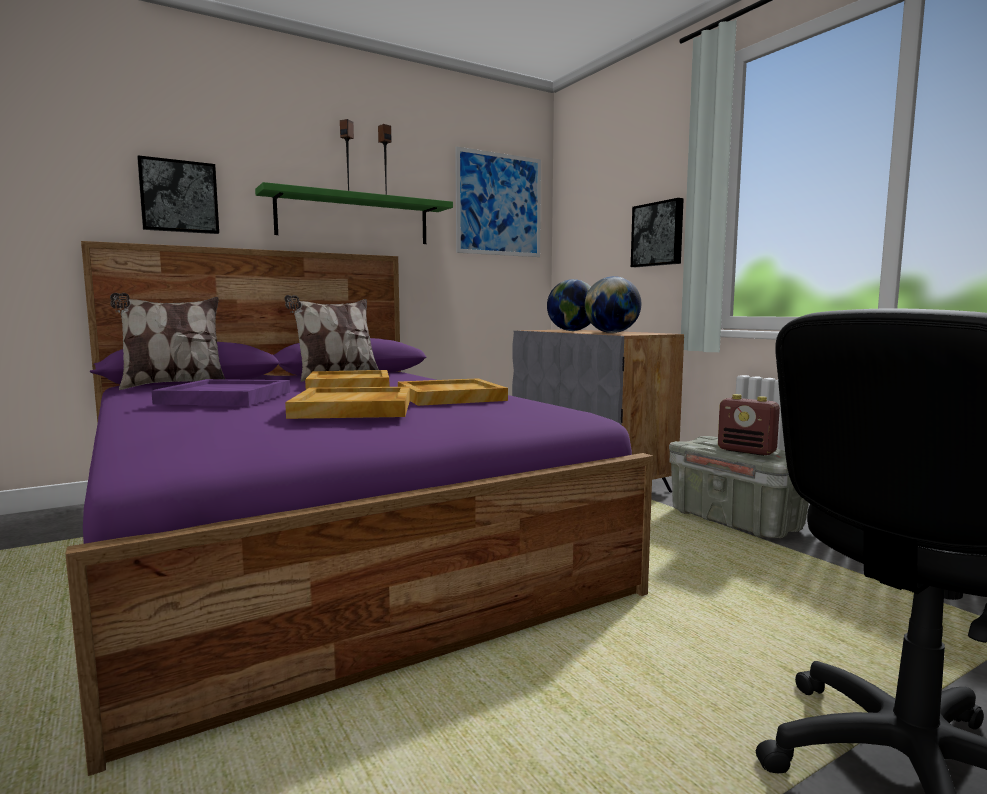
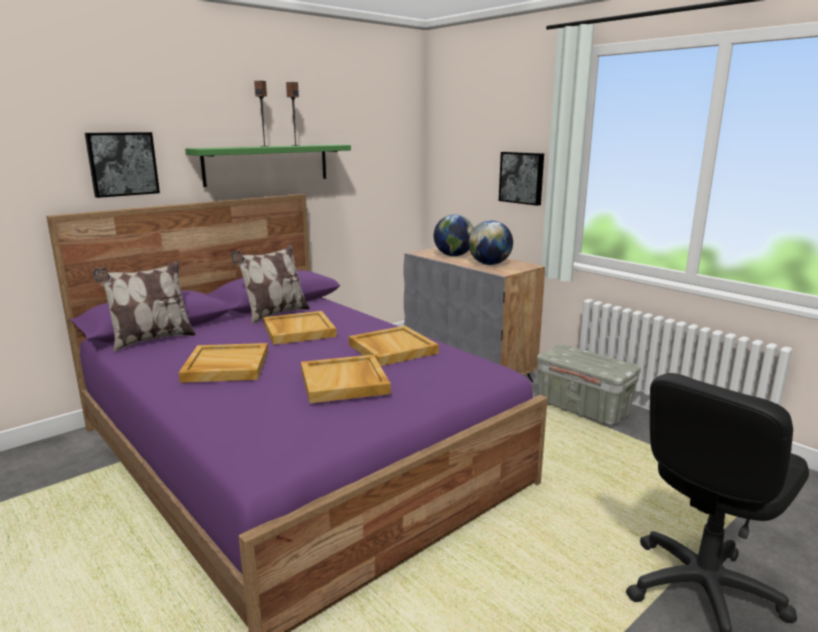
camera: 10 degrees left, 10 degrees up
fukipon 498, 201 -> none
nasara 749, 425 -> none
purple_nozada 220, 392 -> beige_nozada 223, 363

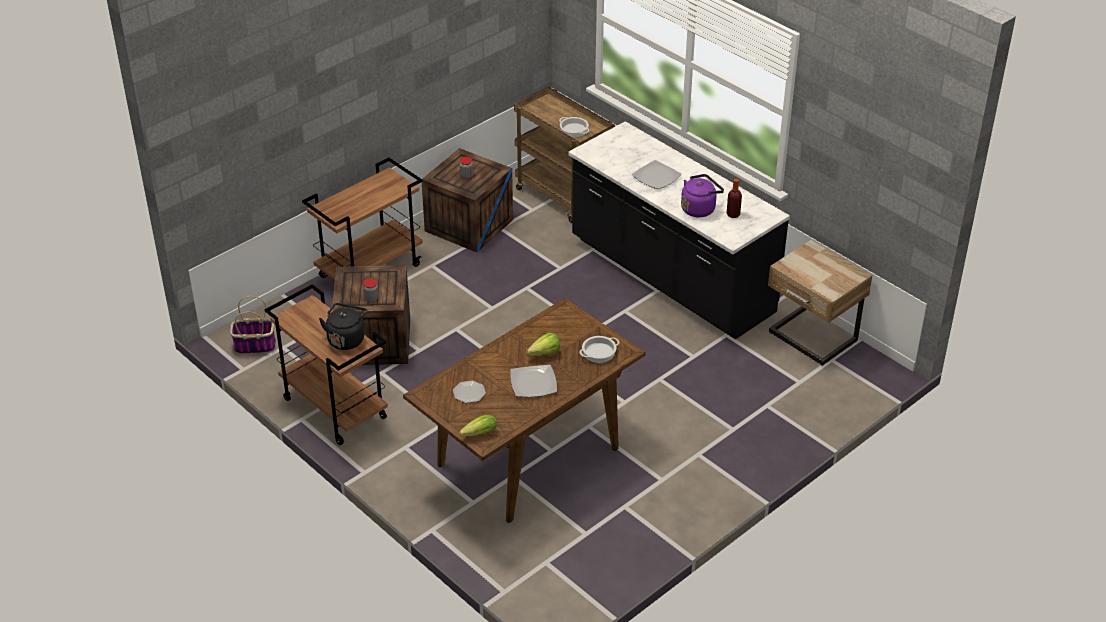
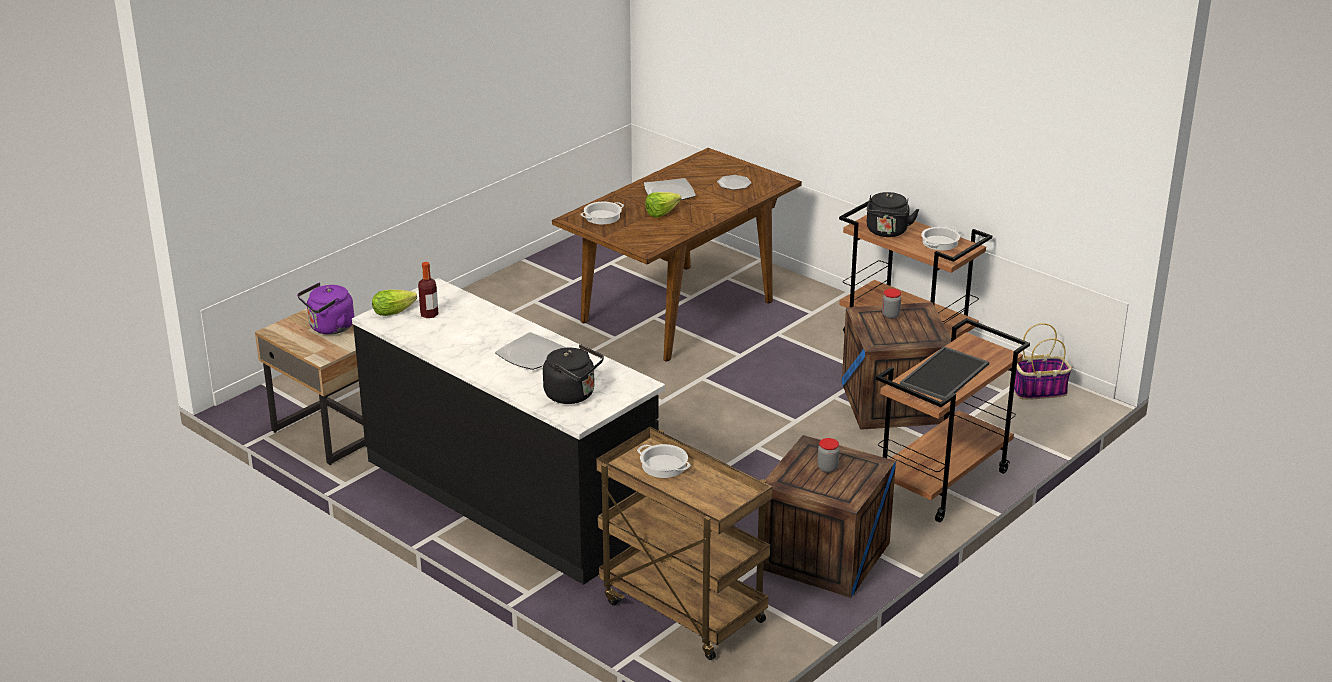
camera: 175 degrees right, 10 degrees down
none -> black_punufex 573, 374
none -> nozada 944, 373
none -> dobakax 940, 238
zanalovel 478, 425 -> zanalovel 394, 303, relocated
purple_punufex 702, 195 -> purple_punufex 325, 308, relocated

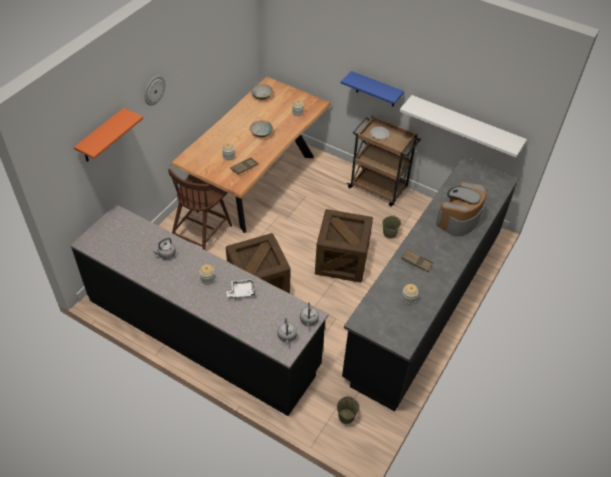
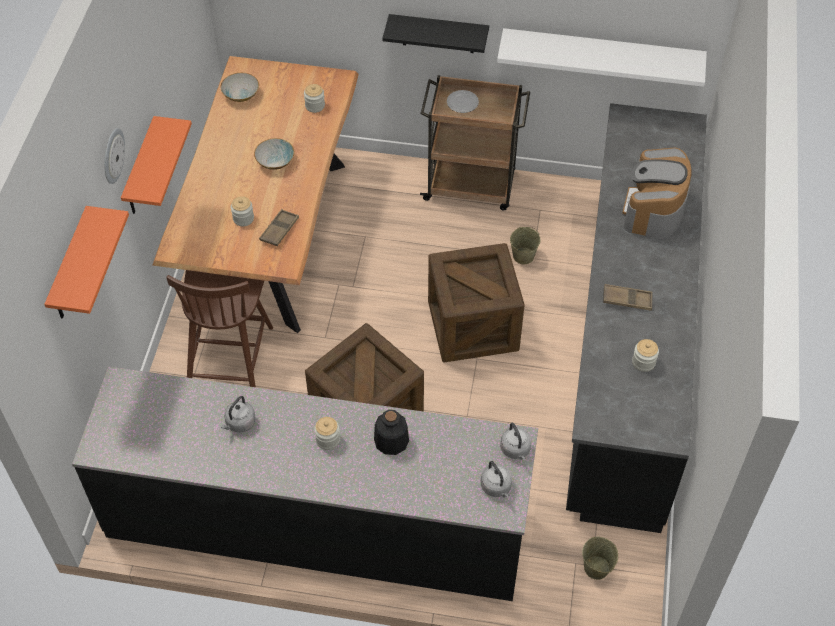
camera: 20 degrees left, 5 degrees up
none -> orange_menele 156, 165
white_nozada 240, 288 -> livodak 391, 432
blue_menele 372, 89 -> black_menele 435, 33

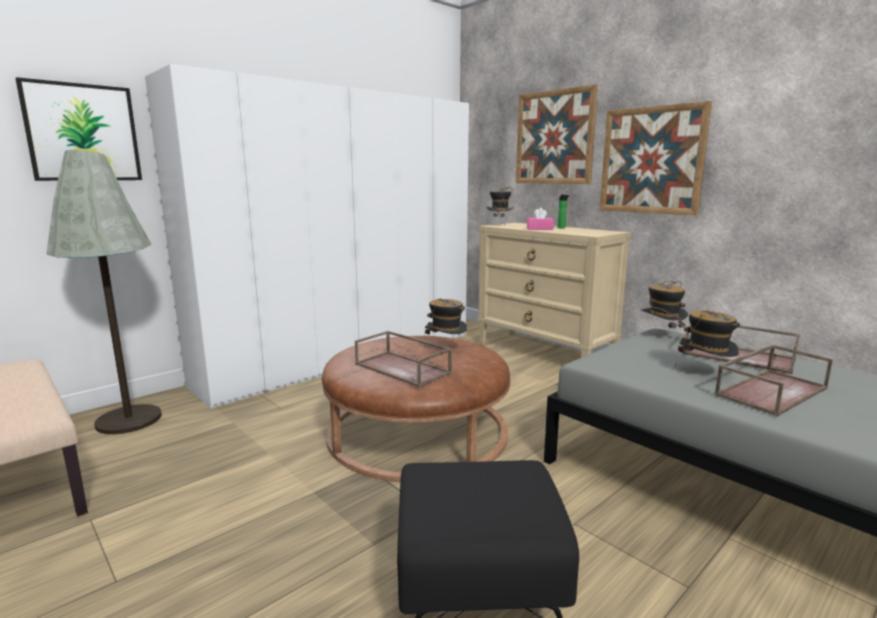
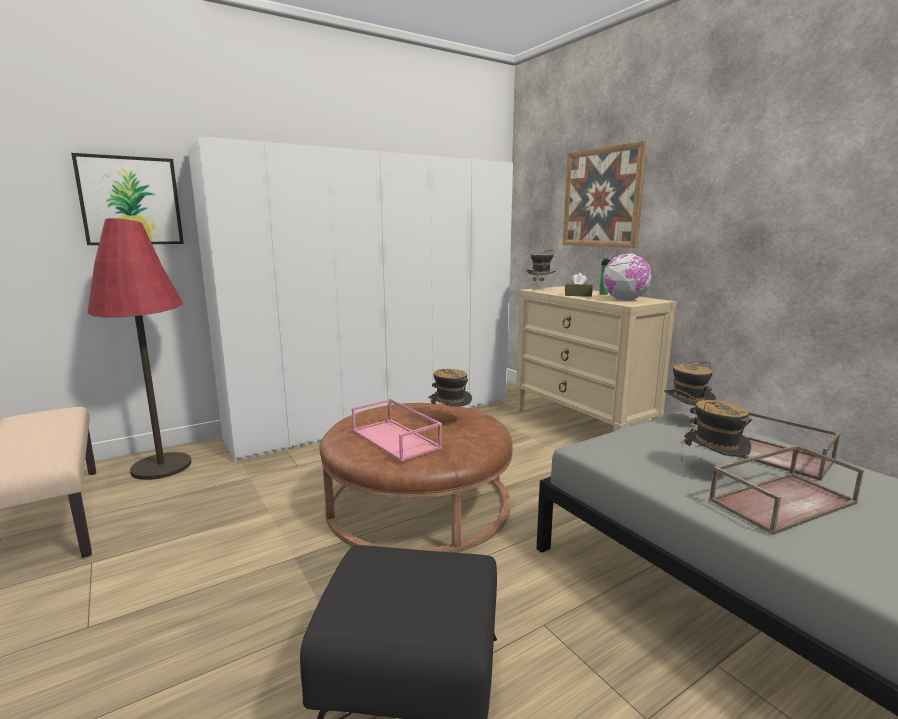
camera: 10 degrees right, 0 degrees up
fukipon 655, 158 -> none
none -> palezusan 627, 276
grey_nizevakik 104, 292 -> red_nizevakik 139, 349
brown_nozada 403, 359 -> pink_nozada 397, 430
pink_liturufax 540, 219 -> brown_liturufax 579, 285

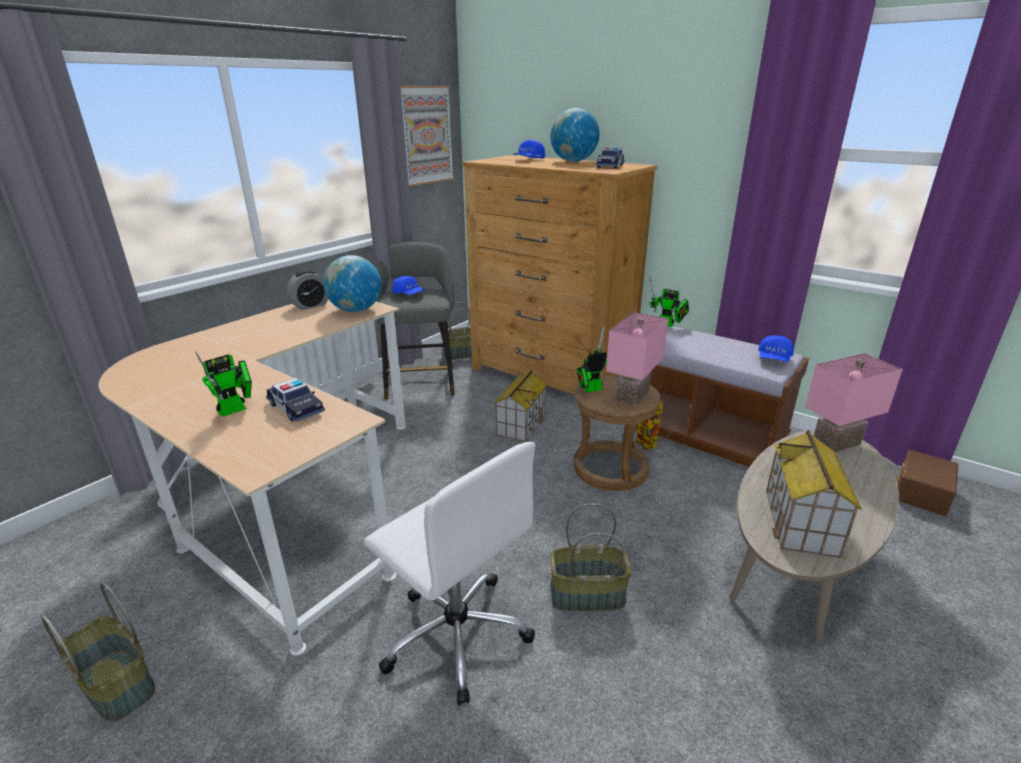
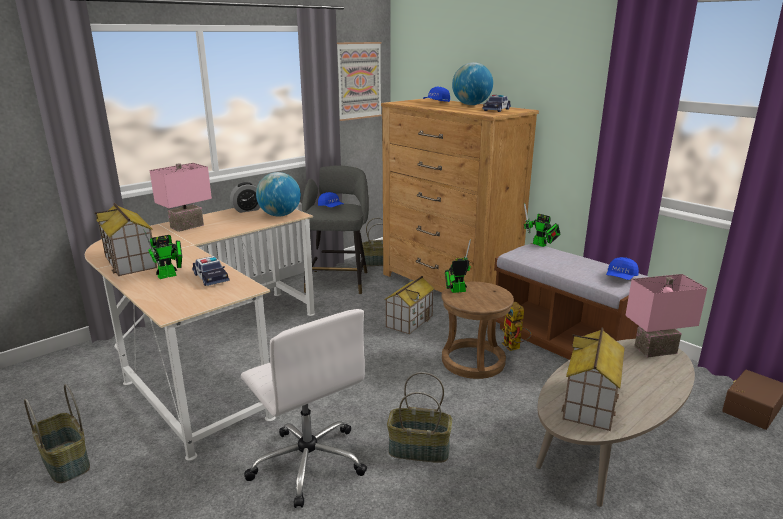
camera: 10 degrees right, 5 degrees down
none -> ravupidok 126, 239
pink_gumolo 637, 359 -> pink_gumolo 180, 197, relocated

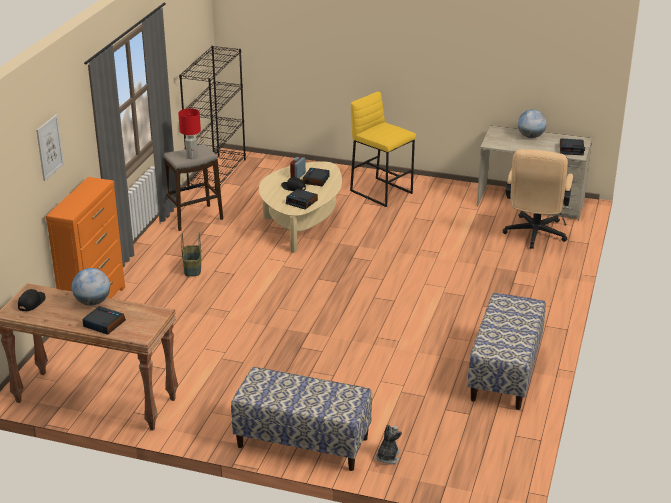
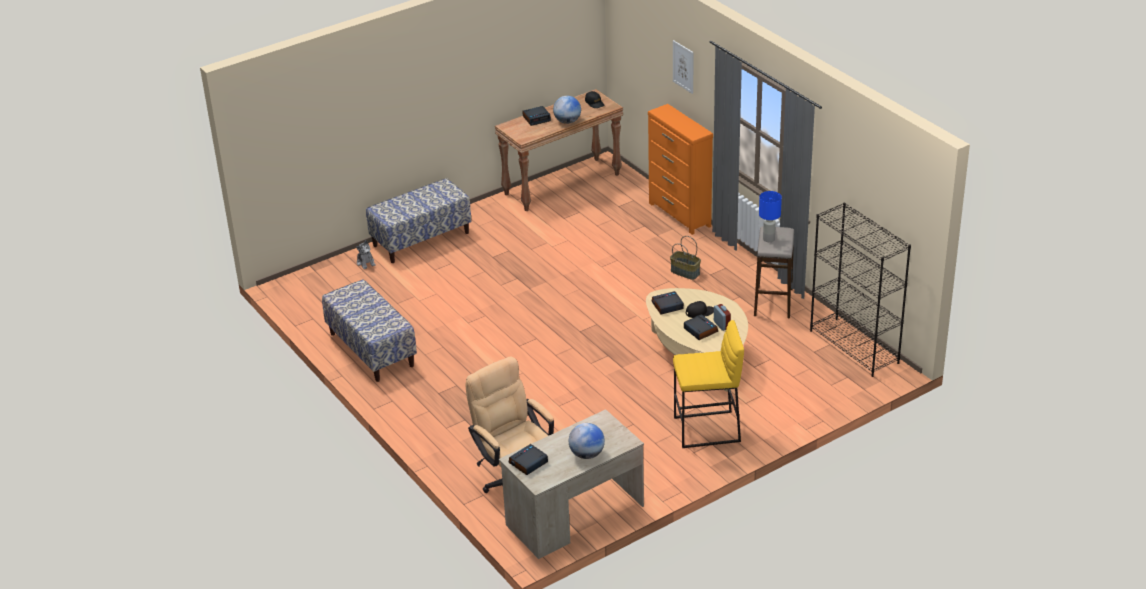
camera: 130 degrees right, 5 degrees up
red_gumolo 189, 133 -> blue_gumolo 770, 216

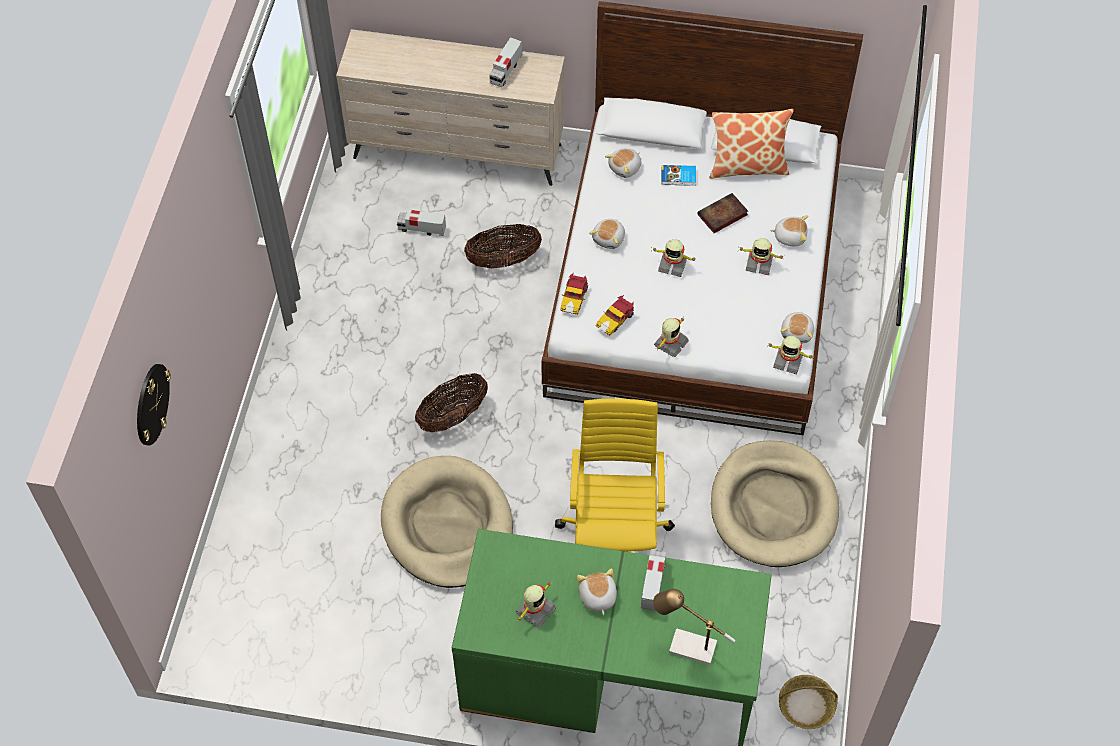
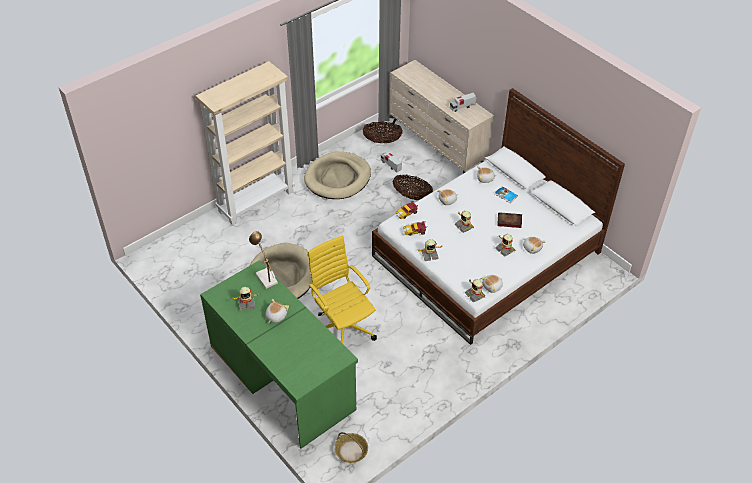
camera: 40 degrees right, 10 degrees down
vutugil 154, 404 -> none
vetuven 653, 580 -> none
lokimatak 751, 144 -> none
none -> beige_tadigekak 245, 143
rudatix 451, 403 -> rudatix 383, 132, relocated
gumolo 694, 627 -> gumolo 263, 260, relocated
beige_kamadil 775, 503 -> beige_kamadil 337, 175, relocated
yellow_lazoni 615, 476 -> yellow_lazoni 342, 289, 75 degrees counterclockwise

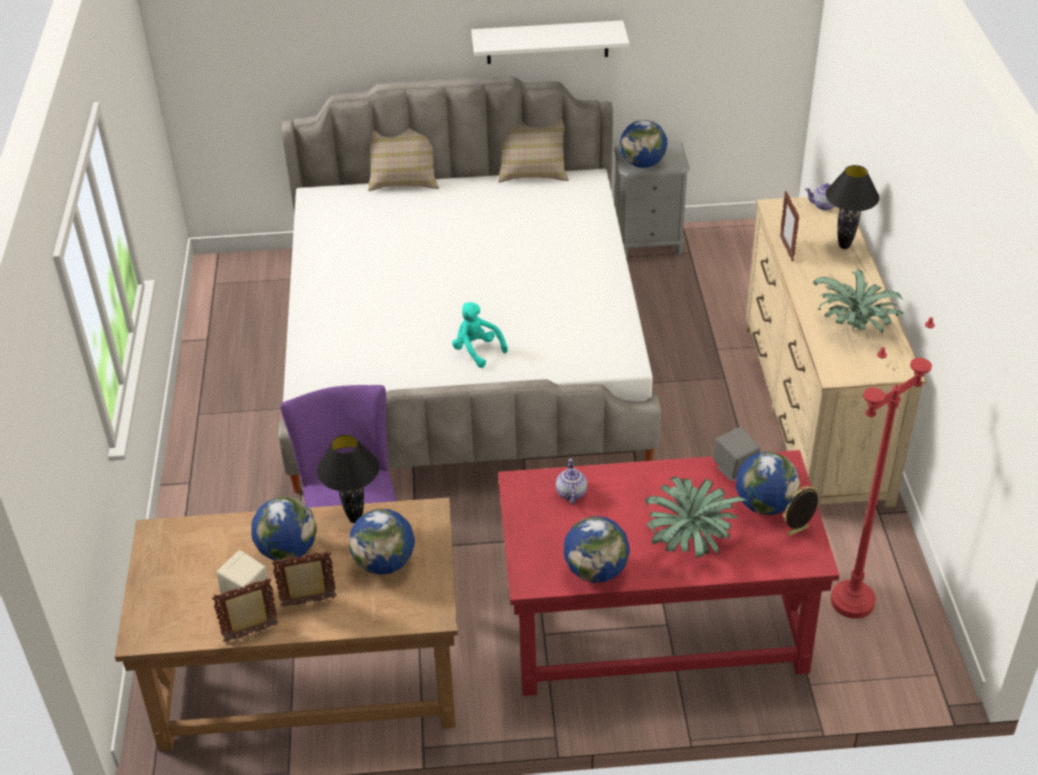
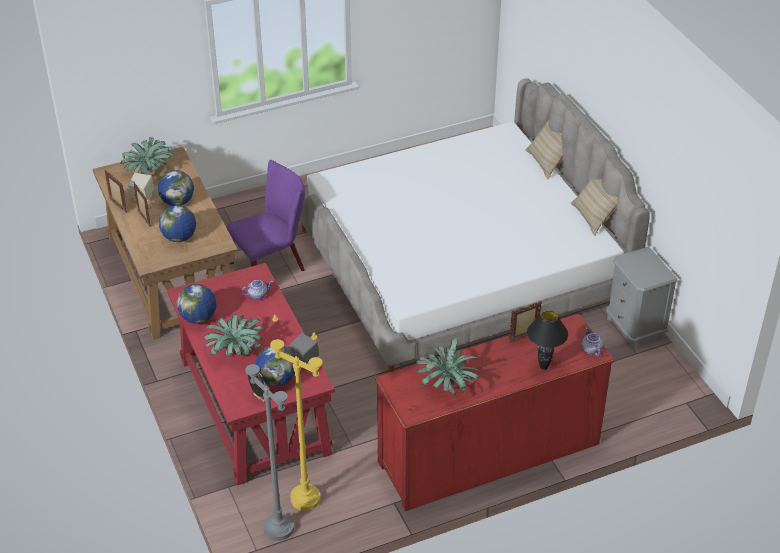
camera: 70 degrees right, 0 degrees up
black_gumolo 348, 479 -> none
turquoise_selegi 480, 335 -> none
white_menele 550, 42 -> none
palezusan 643, 144 -> none
none -> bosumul 147, 156
none -> grey_nizevakik 269, 440
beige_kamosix 835, 352 -> red_kamosix 495, 412
red_nizevakik 883, 468 -> yellow_nizevakik 296, 413

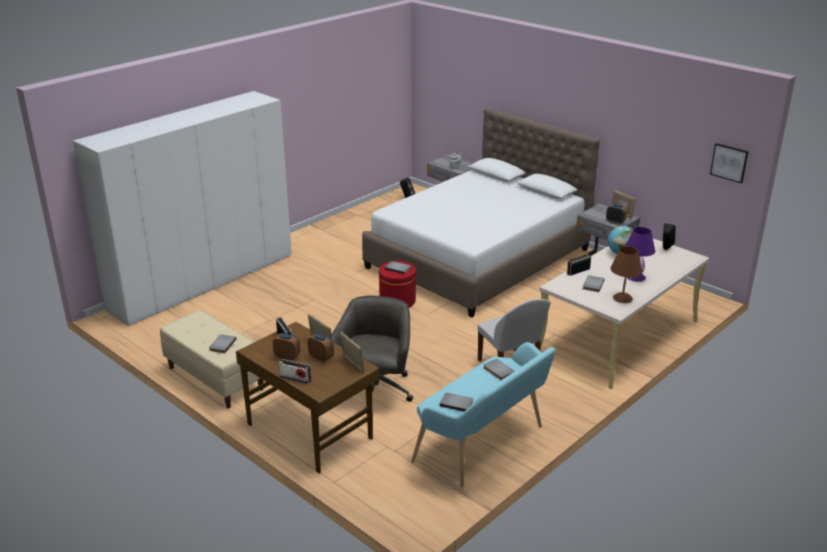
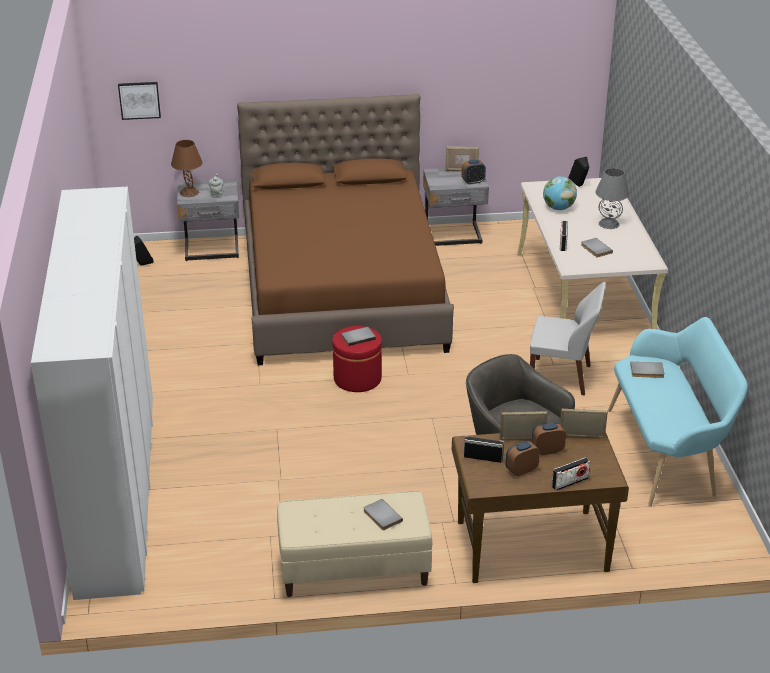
camera: 50 degrees left, 5 degrees up
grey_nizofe 456, 402 -> none
brown_gumolo 626, 274 -> brown_gumolo 187, 168, relocated
fukipon 729, 163 -> fukipon 139, 101, relocated
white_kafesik 481, 212 -> brown_kafesik 345, 229
purple_gumolo 640, 254 -> grey_gumolo 612, 198

